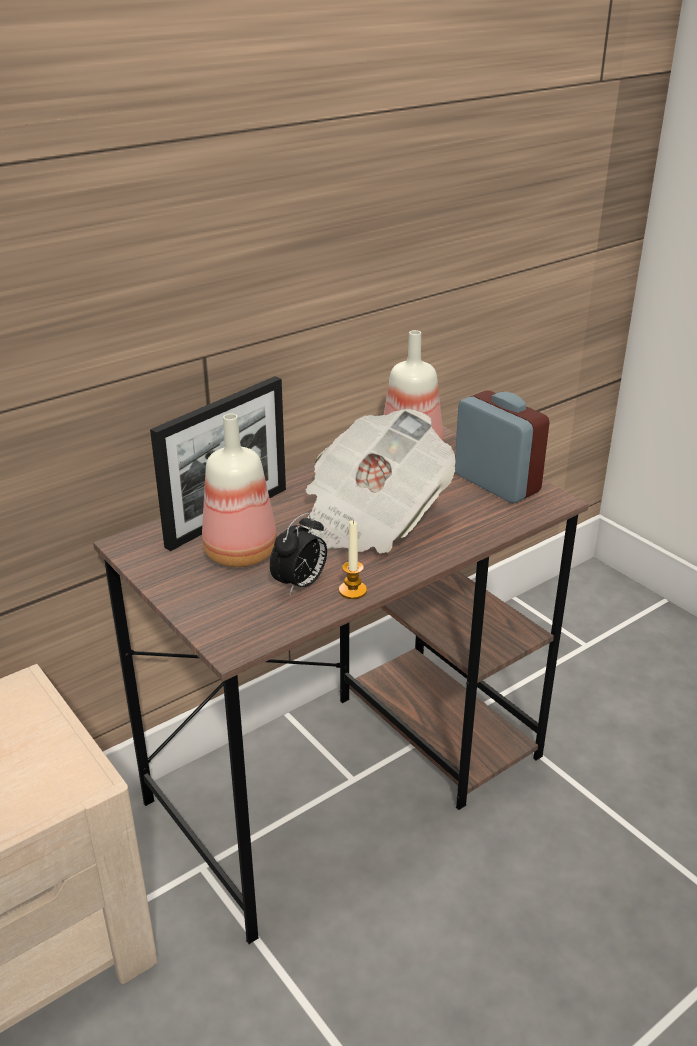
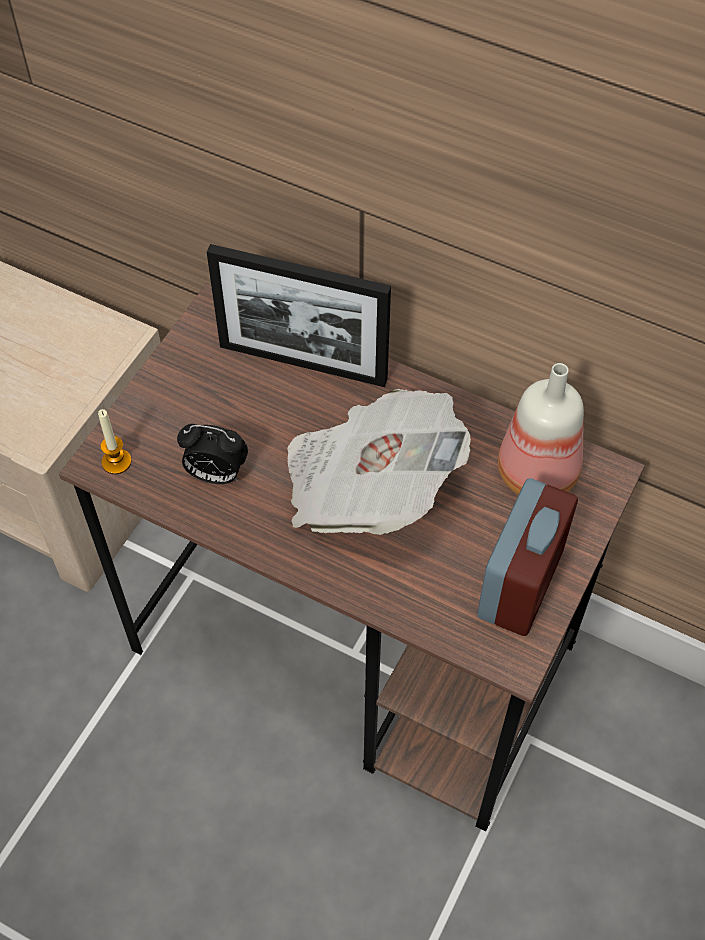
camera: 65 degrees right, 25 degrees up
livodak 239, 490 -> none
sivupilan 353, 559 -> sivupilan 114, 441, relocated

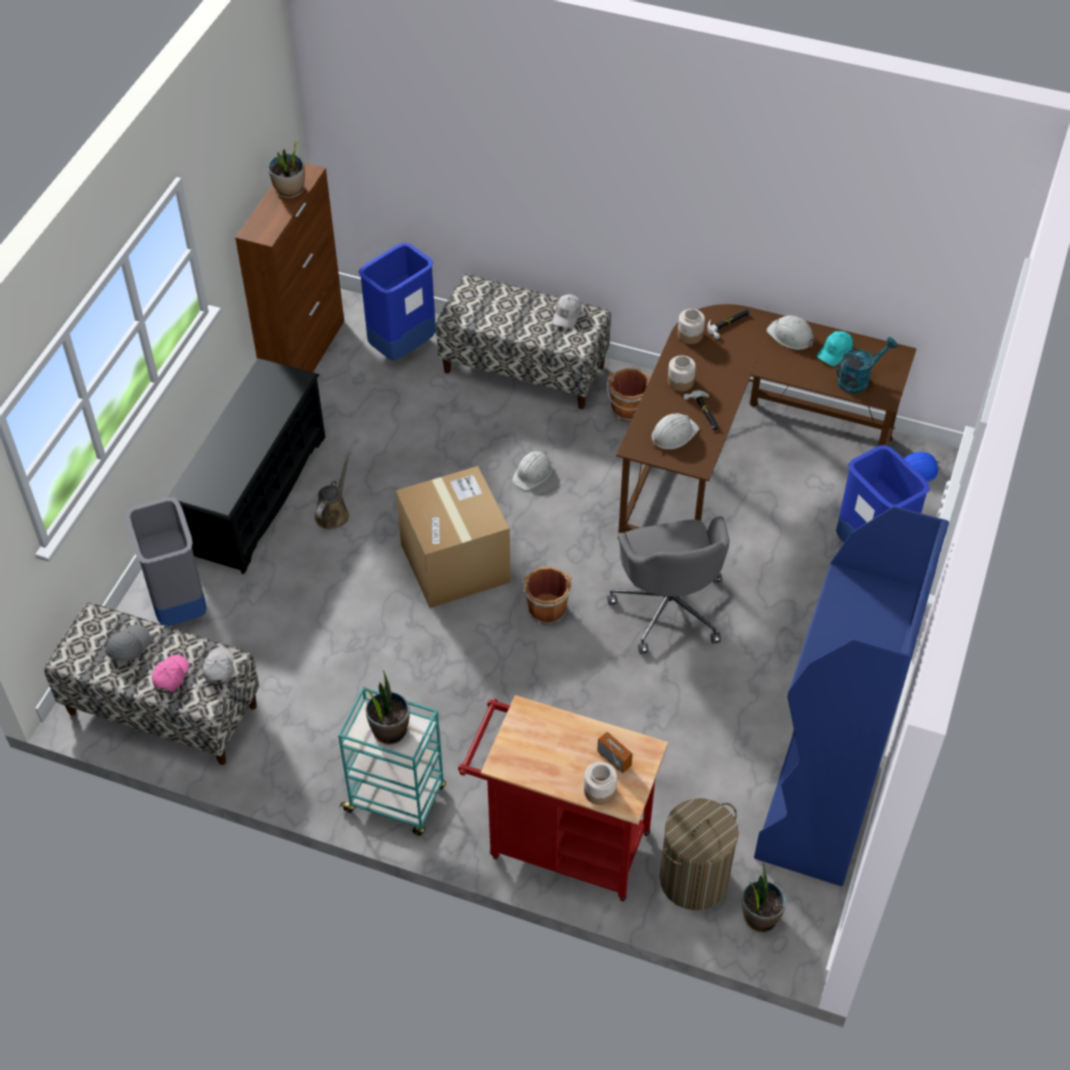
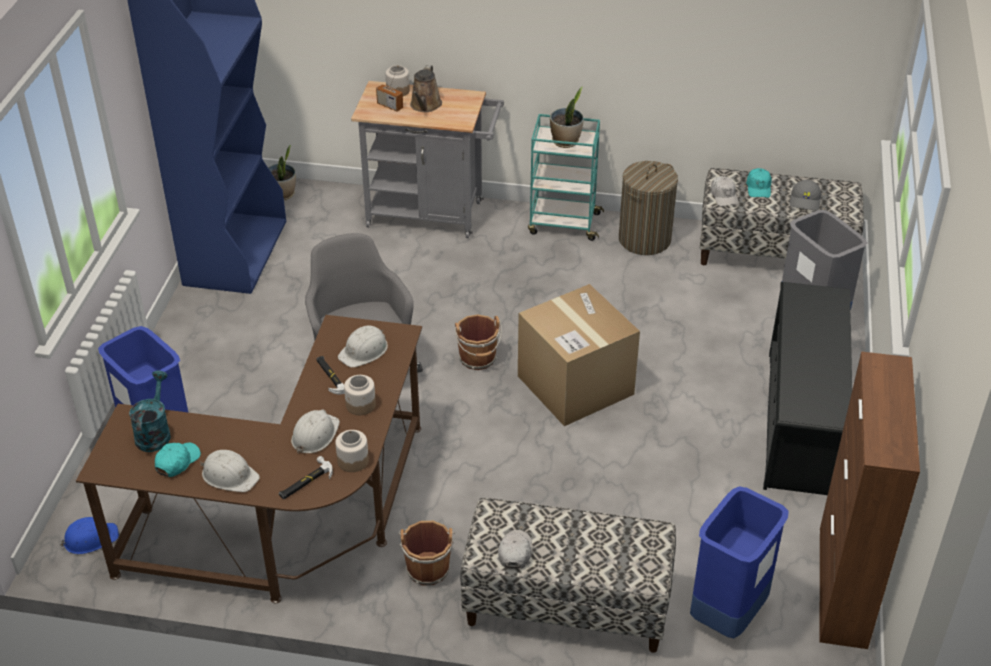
camera: 170 degrees right, 10 degrees down
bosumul 286, 168 -> none
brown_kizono 332, 491 -> brown_kizono 426, 88, relocated
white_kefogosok 532, 471 -> white_kefogosok 315, 432, relocated
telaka 699, 854 -> telaka 648, 208, relocated
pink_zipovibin 170, 674 -> turquoise_zipovibin 759, 183
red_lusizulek 563, 798 -> grey_lusizulek 427, 159
turquoise_kizono 866, 365 -> turquoise_kizono 150, 411, 135 degrees clockwise

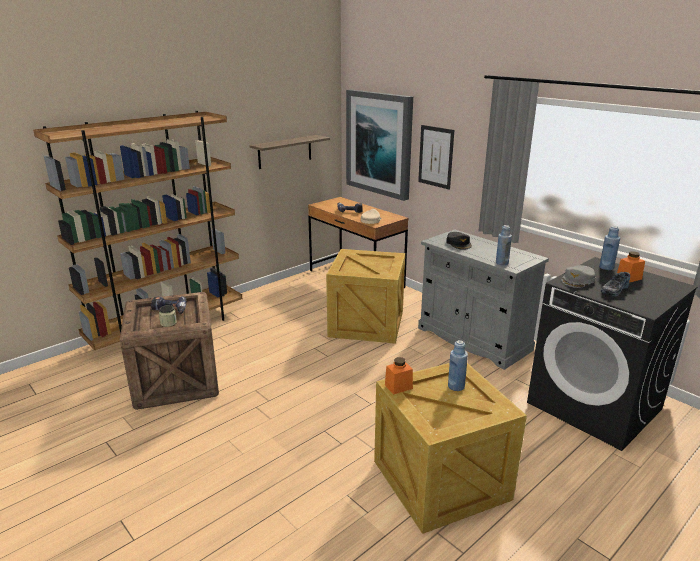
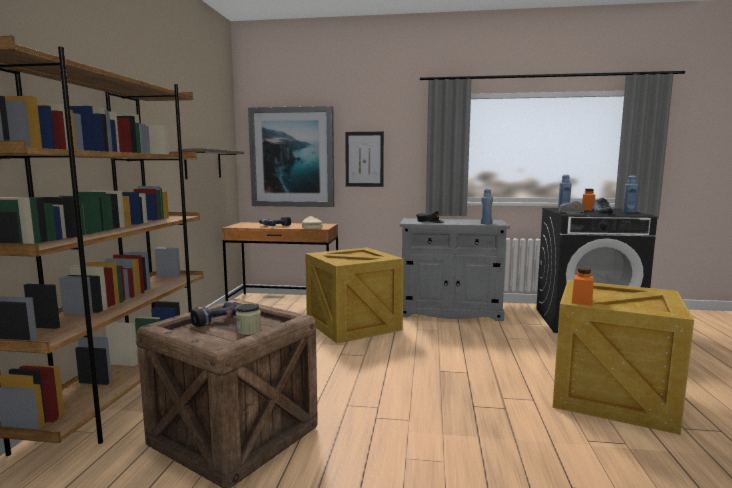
camera: 40 degrees left, 15 degrees down
blue_livodak 458, 365 -> blue_livodak 630, 194, relocated

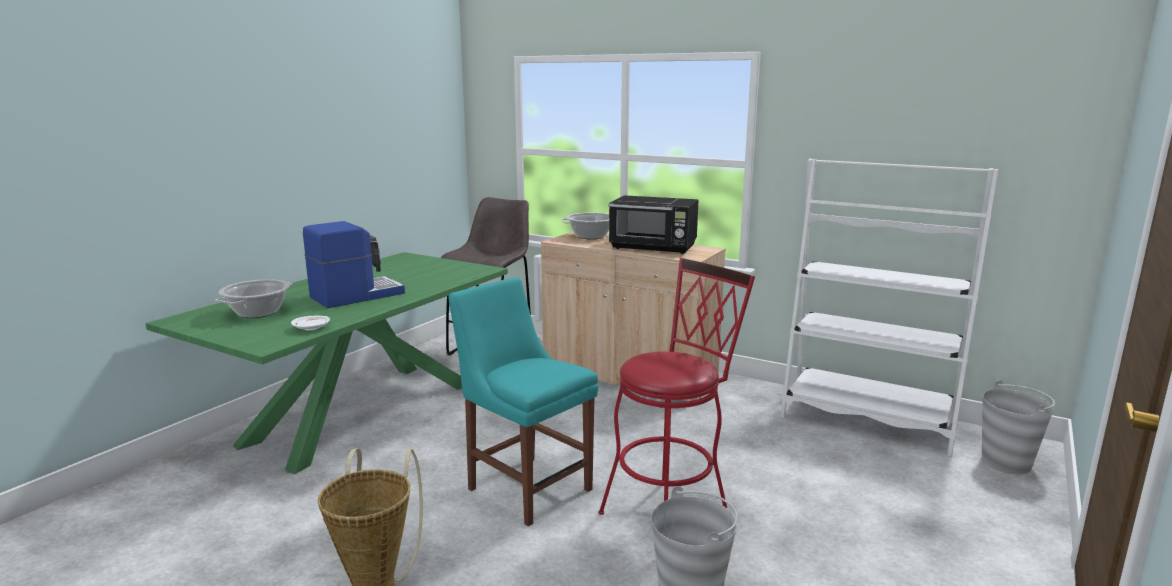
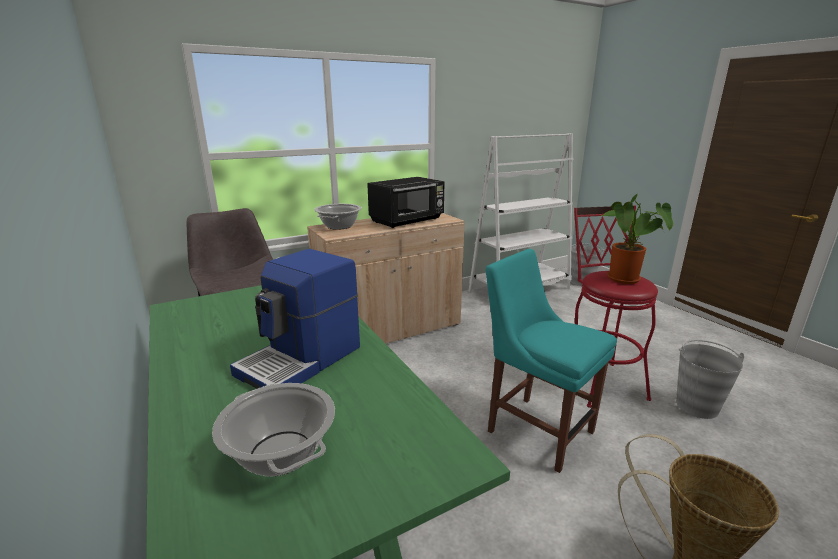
camera: 60 degrees left, 5 degrees up
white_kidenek 310, 323 -> none
none -> bosumul 637, 238
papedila 354, 264 -> papedila 295, 319, 135 degrees counterclockwise
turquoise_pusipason 523, 401 -> turquoise_pusipason 551, 361, 60 degrees clockwise

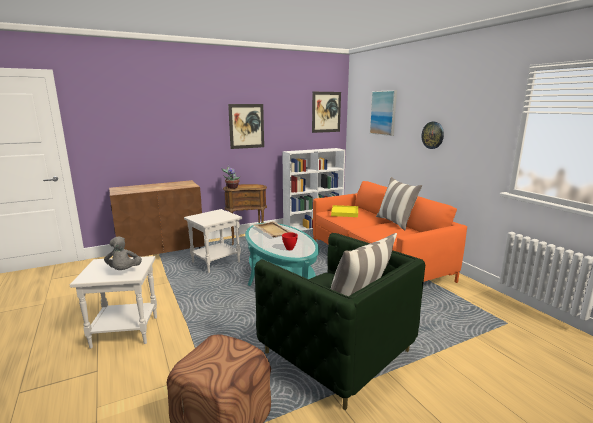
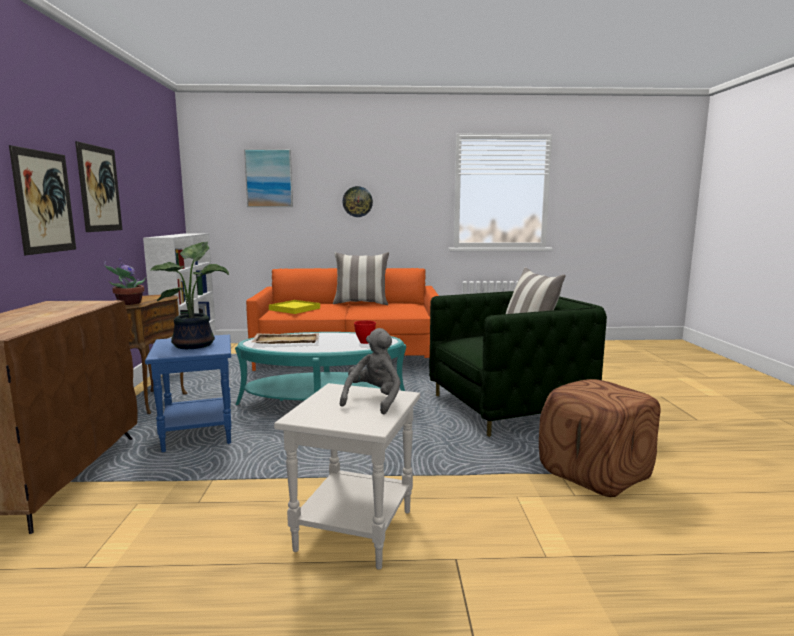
camera: 65 degrees left, 5 degrees down
none -> bosumul 189, 295
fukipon 326, 112 -> fukipon 42, 200, relocated
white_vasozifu 213, 241 -> blue_vasozifu 188, 393
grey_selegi 123, 253 -> grey_selegi 370, 371, 75 degrees counterclockwise

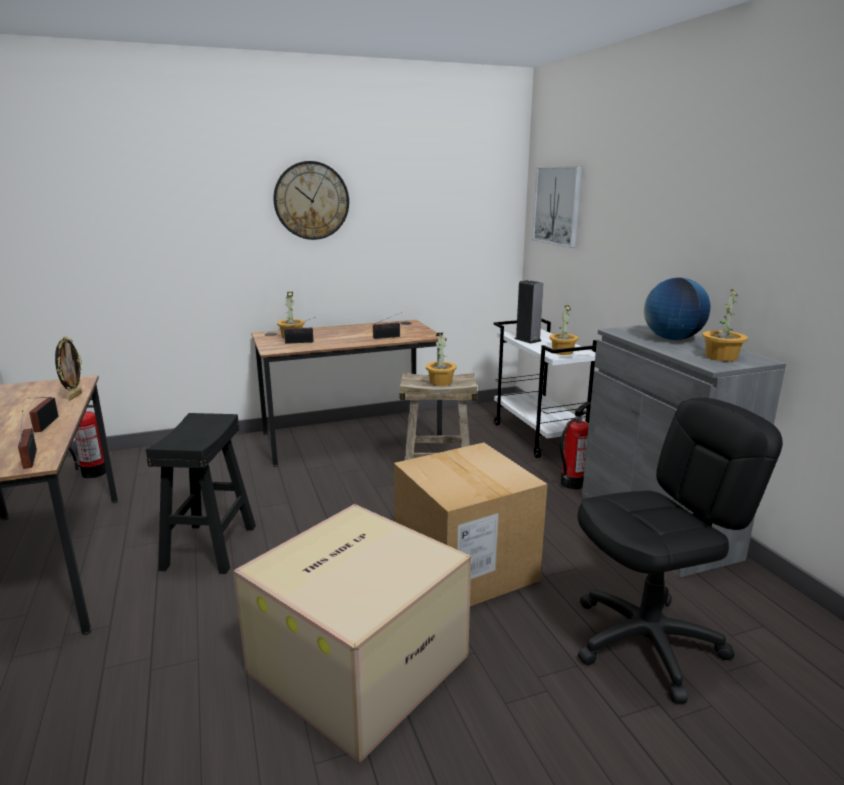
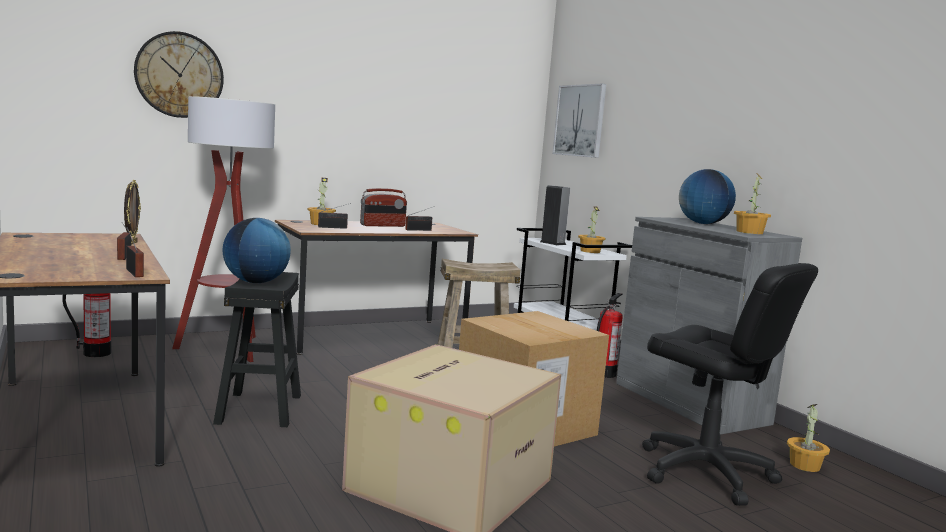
camera: 10 degrees left, 10 degrees down
none -> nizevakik 223, 229
none -> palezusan 257, 250
none -> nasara 383, 207
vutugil 311, 200 -> vutugil 179, 74, relocated
bosumul 441, 359 -> bosumul 808, 438, relocated
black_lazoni 680, 550 -> black_lazoni 730, 384, 75 degrees clockwise

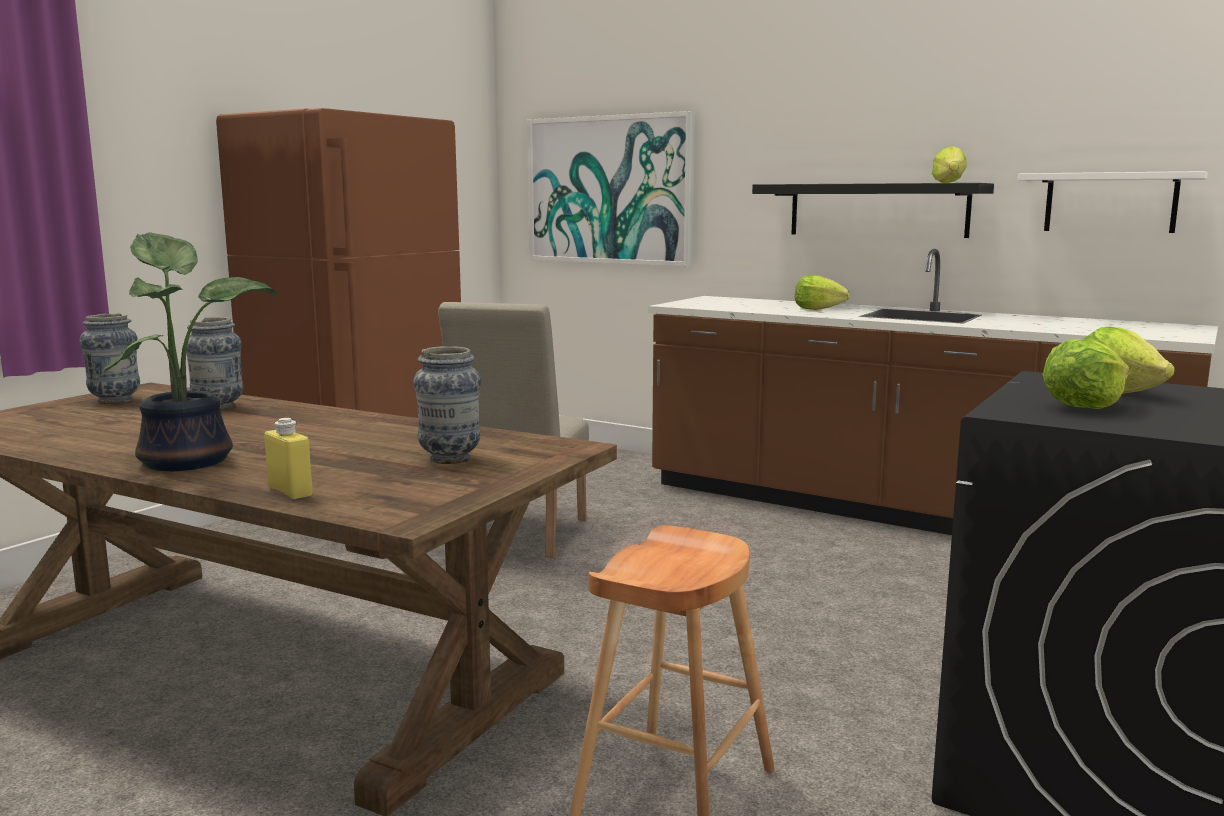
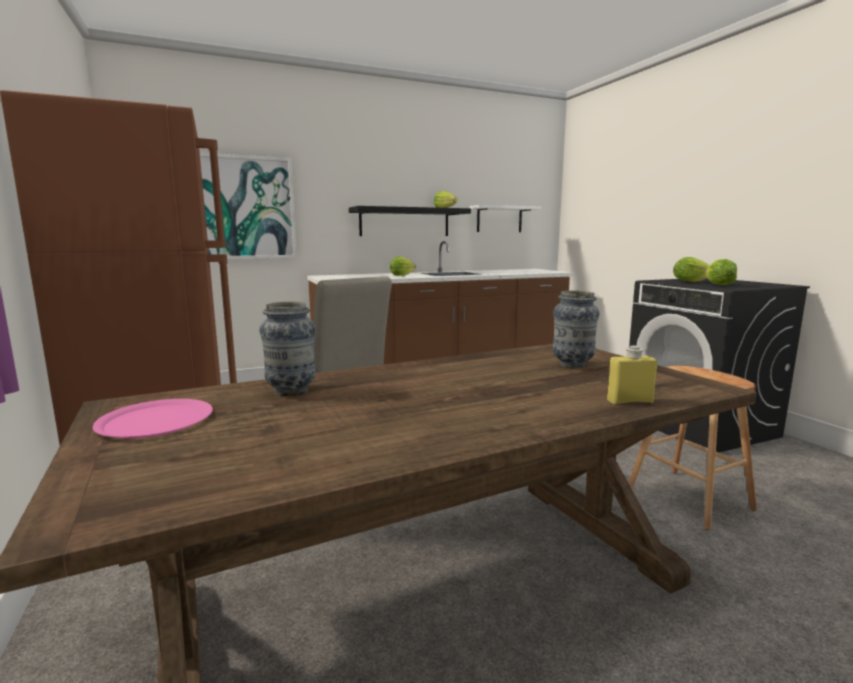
camera: 55 degrees left, 0 degrees up
bosumul 190, 351 -> none
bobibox 109, 359 -> pink_kidenek 153, 418

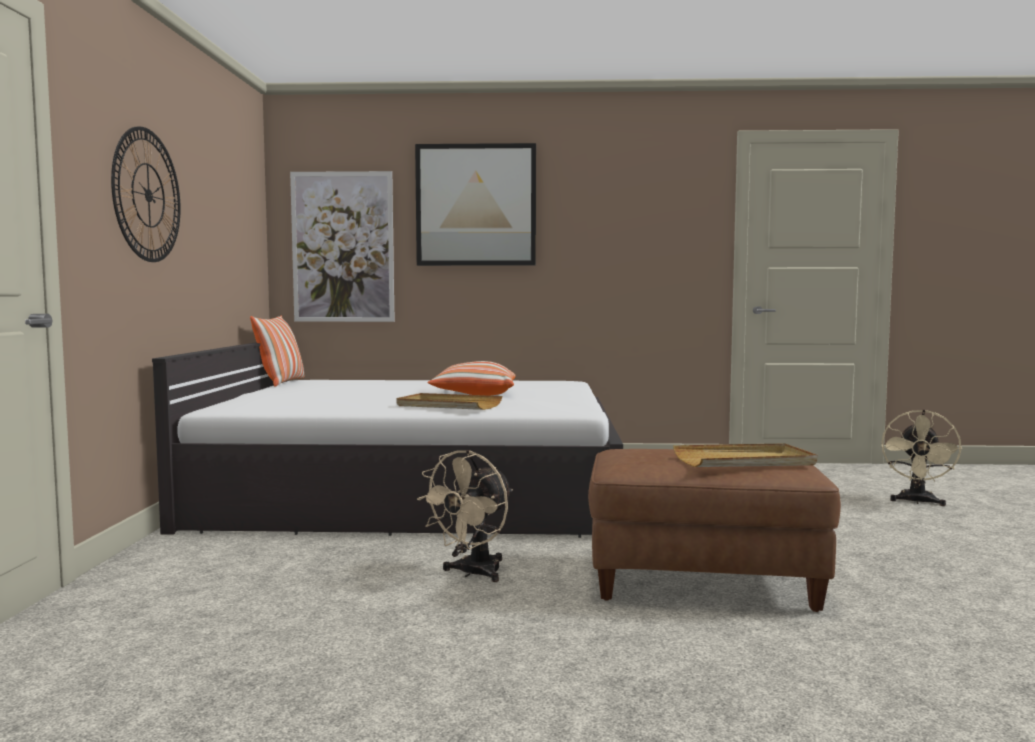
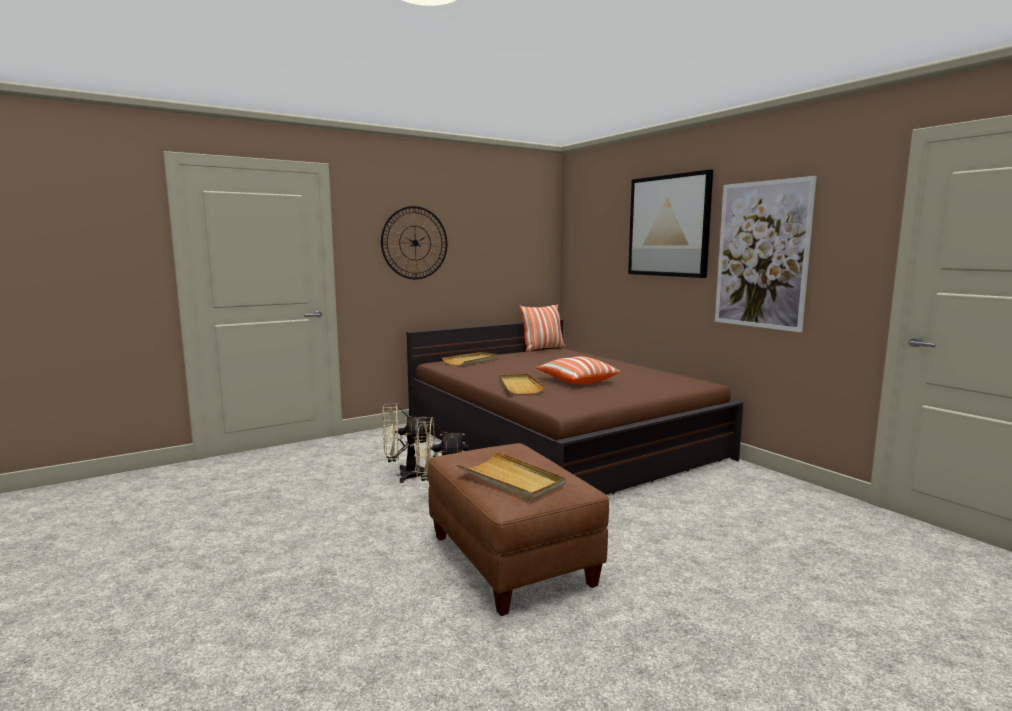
camera: 55 degrees right, 5 degrees up
none -> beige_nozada 470, 359
fukipon 342, 246 -> fukipon 766, 254, relocated
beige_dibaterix 921, 458 -> beige_dibaterix 406, 443, relocated
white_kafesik 387, 440 -> brown_kafesik 575, 407

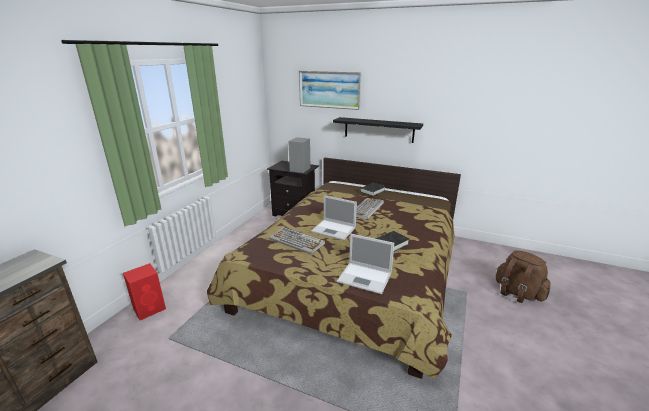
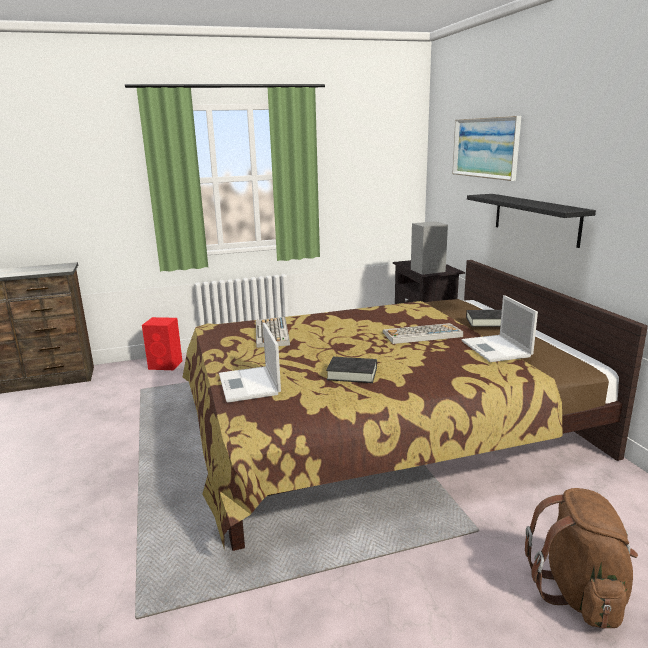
camera: 50 degrees right, 5 degrees down
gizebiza 334, 217 -> gizebiza 500, 328, relocated

